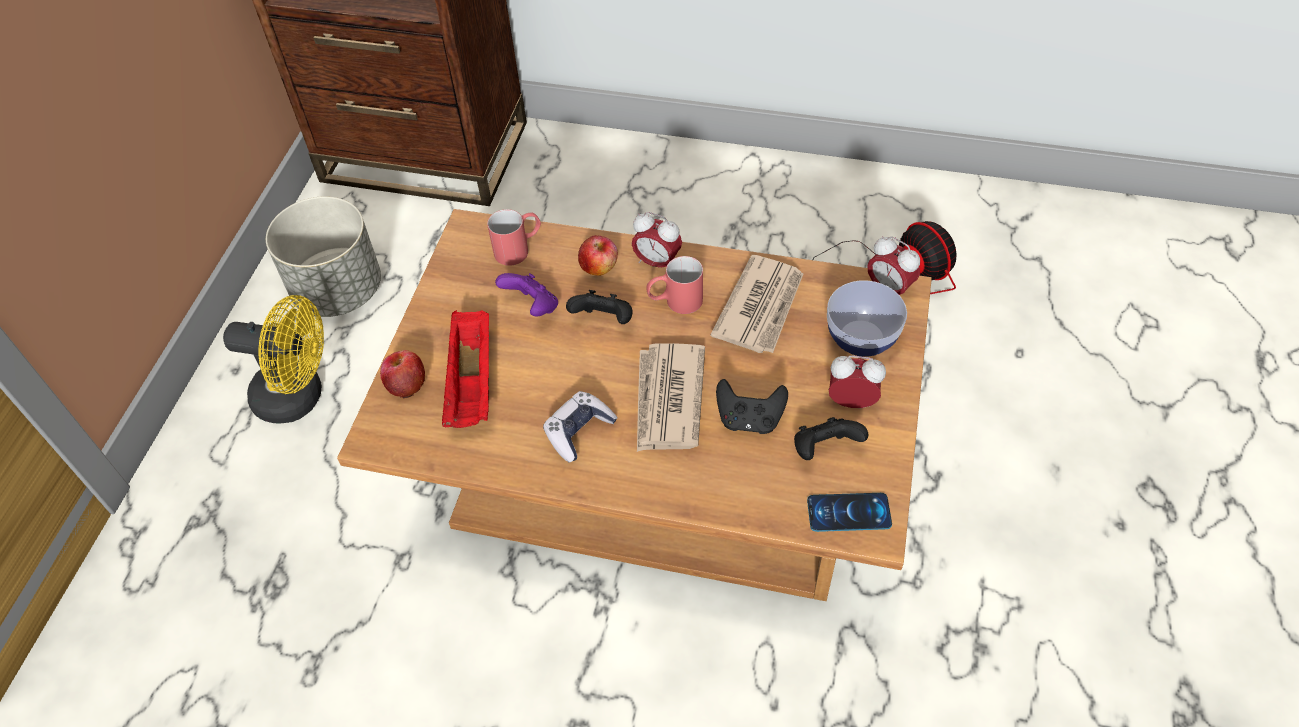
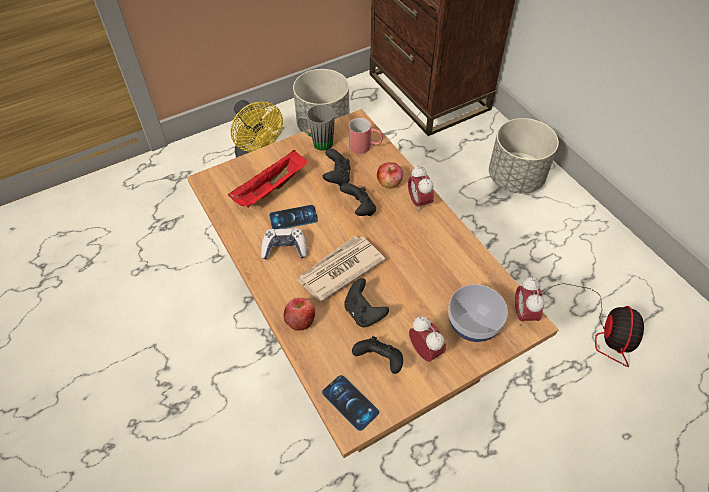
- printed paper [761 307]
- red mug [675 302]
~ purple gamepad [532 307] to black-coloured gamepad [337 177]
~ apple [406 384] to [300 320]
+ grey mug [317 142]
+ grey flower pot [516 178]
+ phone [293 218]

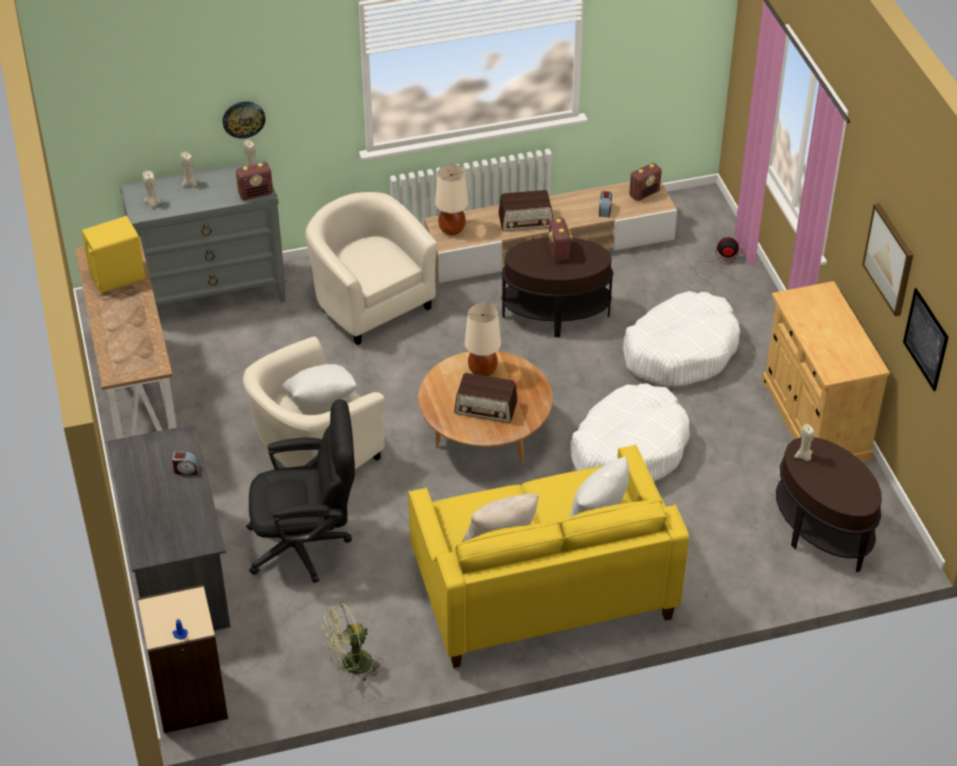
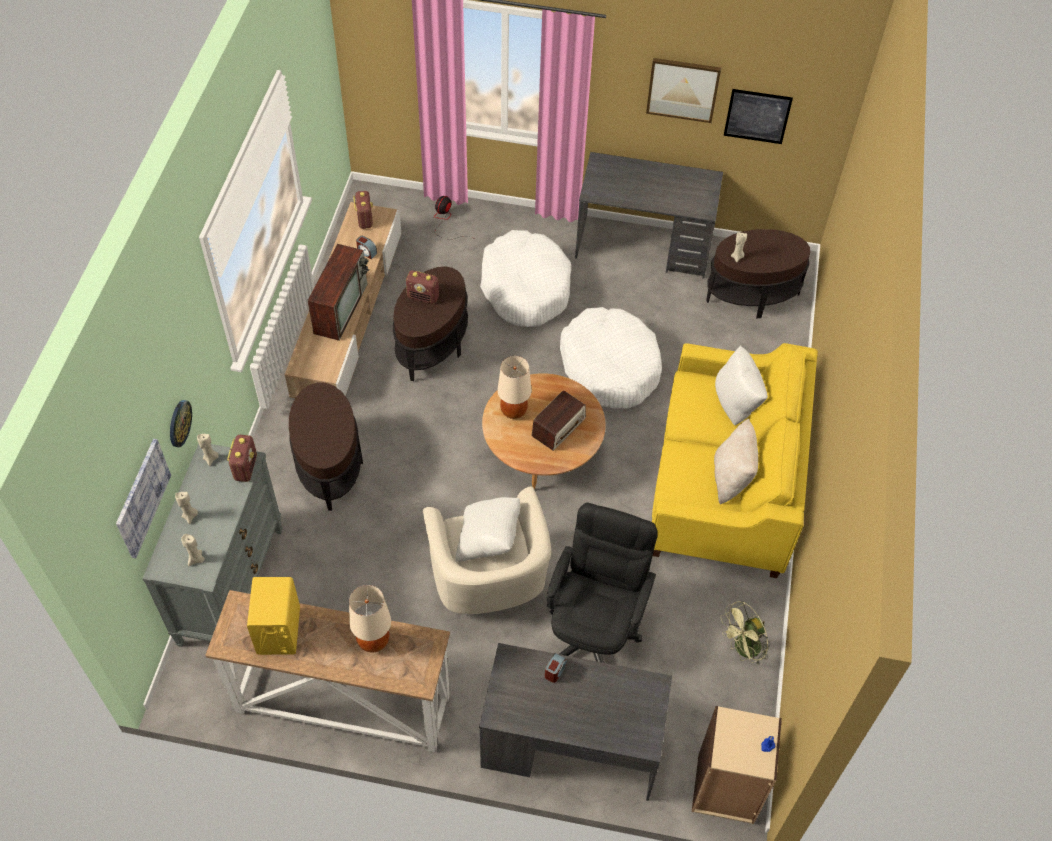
~ beige-coloured table lamp [451 229] to [373 641]
~ radio set [526 220] to TV set [341 307]
~ beige-coloured lounge chair [370 303] to brown end table [329 466]
~ beige-coloured storage cabinet [814 420] to grey desk table [643 247]
~ greenish electric fan [351 666] = [743 649] 60 degrees clockwise
+ picture [142 498]

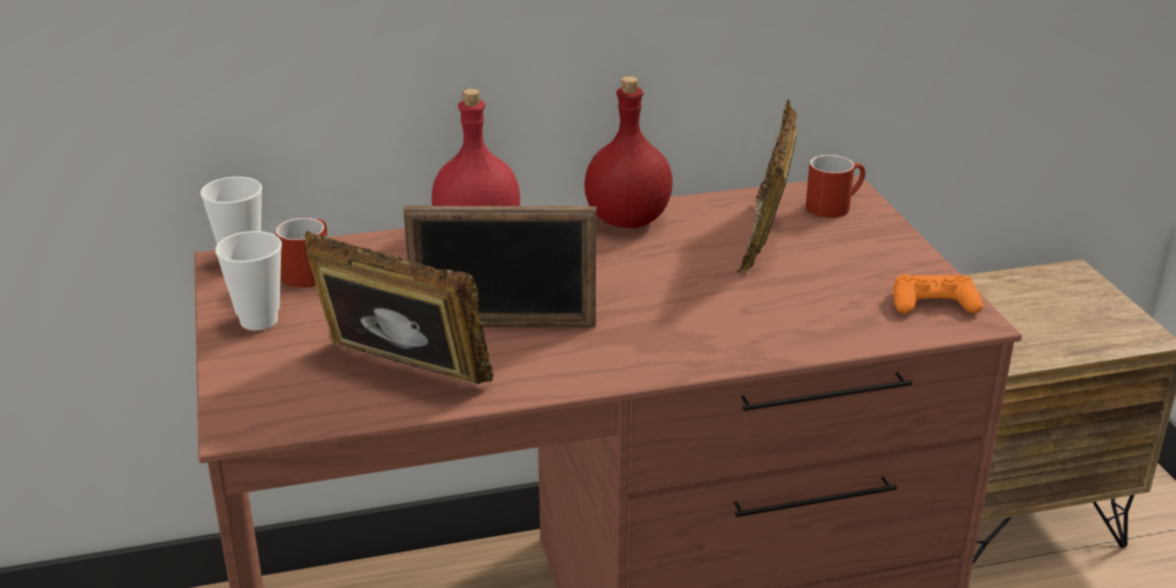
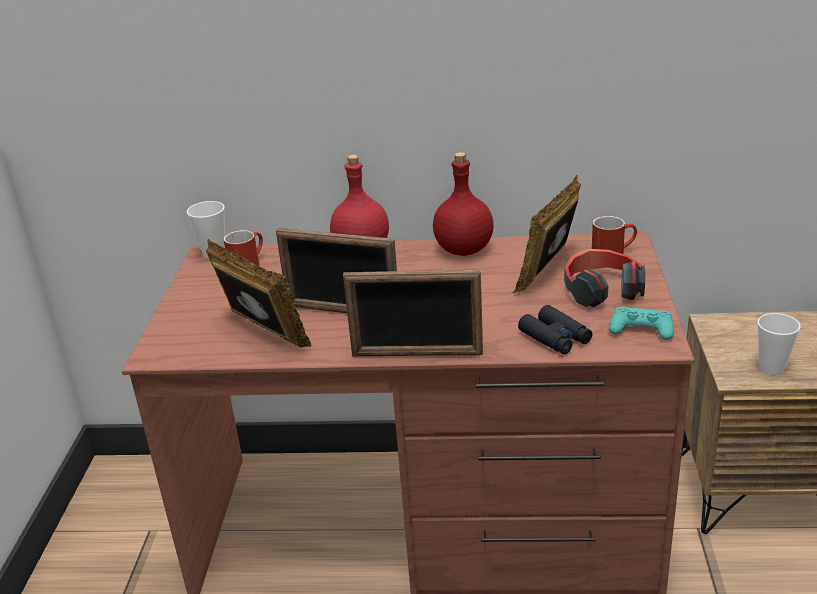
~ drinking cup [259 320] to [771 368]
~ orangey gamepad [933 303] to turquoise-coloured gamepad [641 329]
+ headphones [601 290]
+ photo frame [417 354]
+ black-coloured pair of binoculars [555 337]

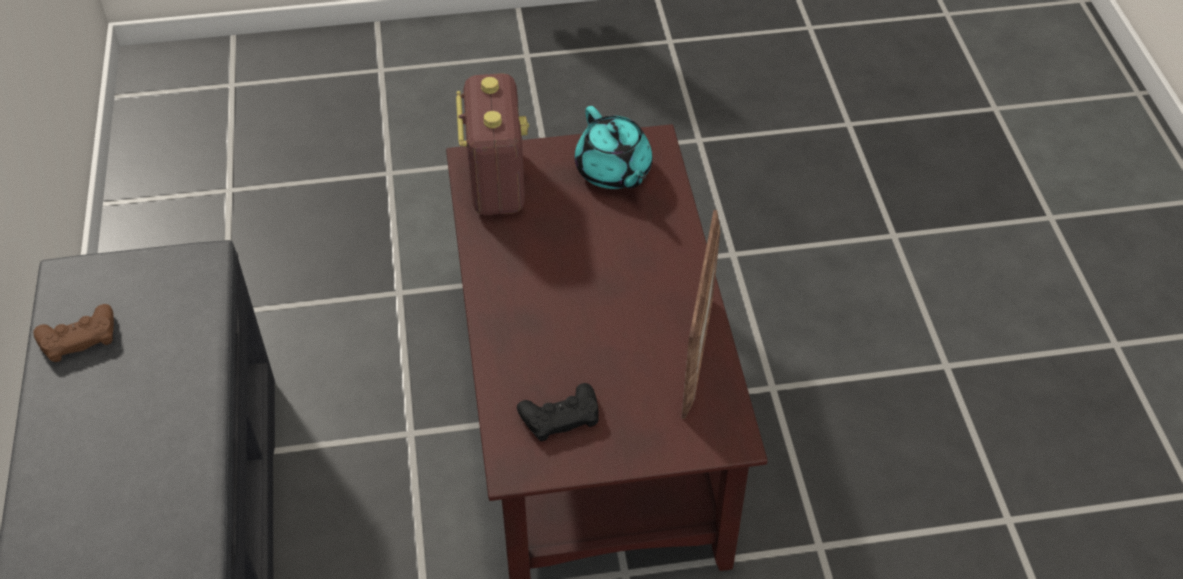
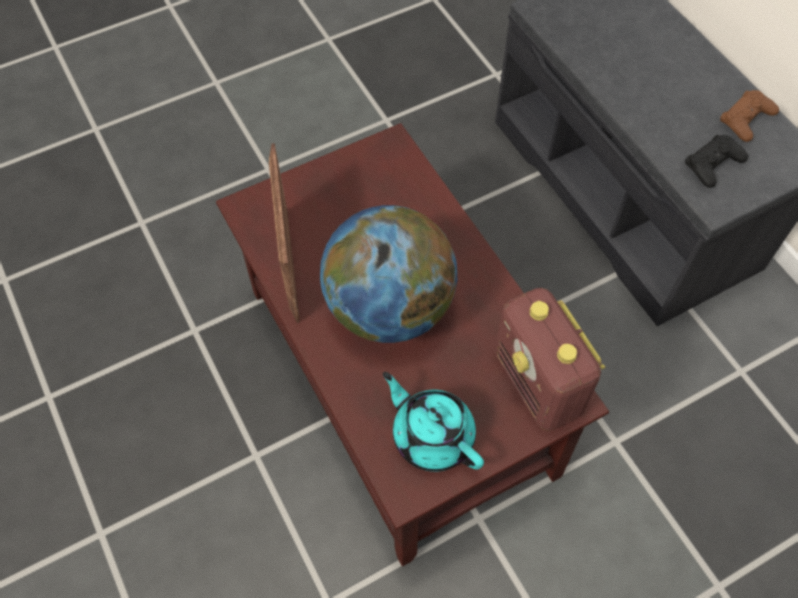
~ black-coloured gamepad [560 416] to [713 164]
+ globe [389 308]

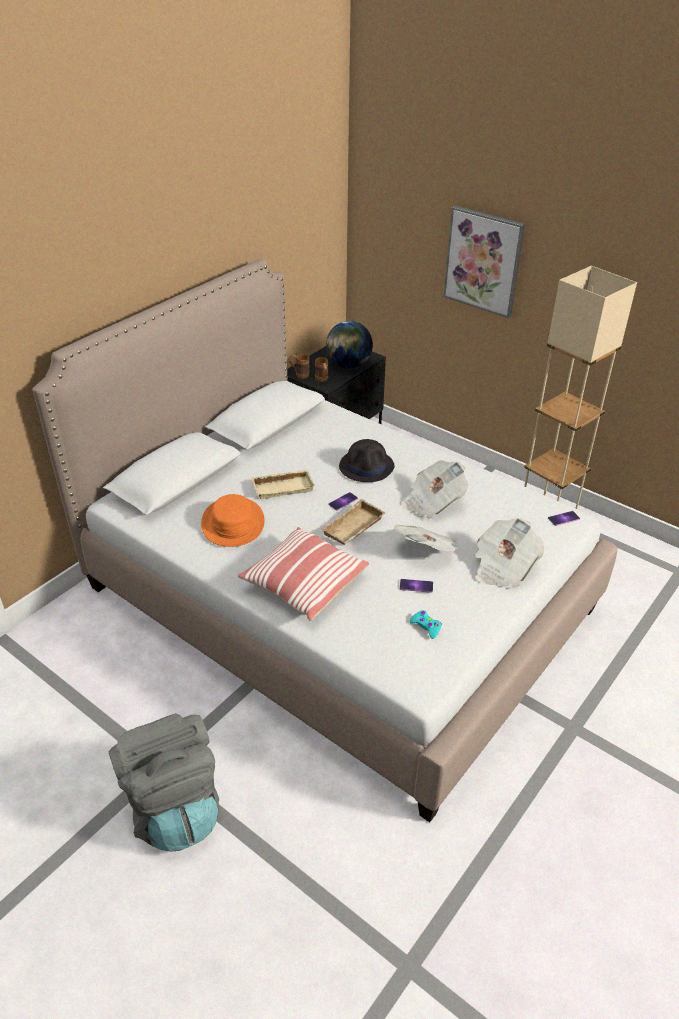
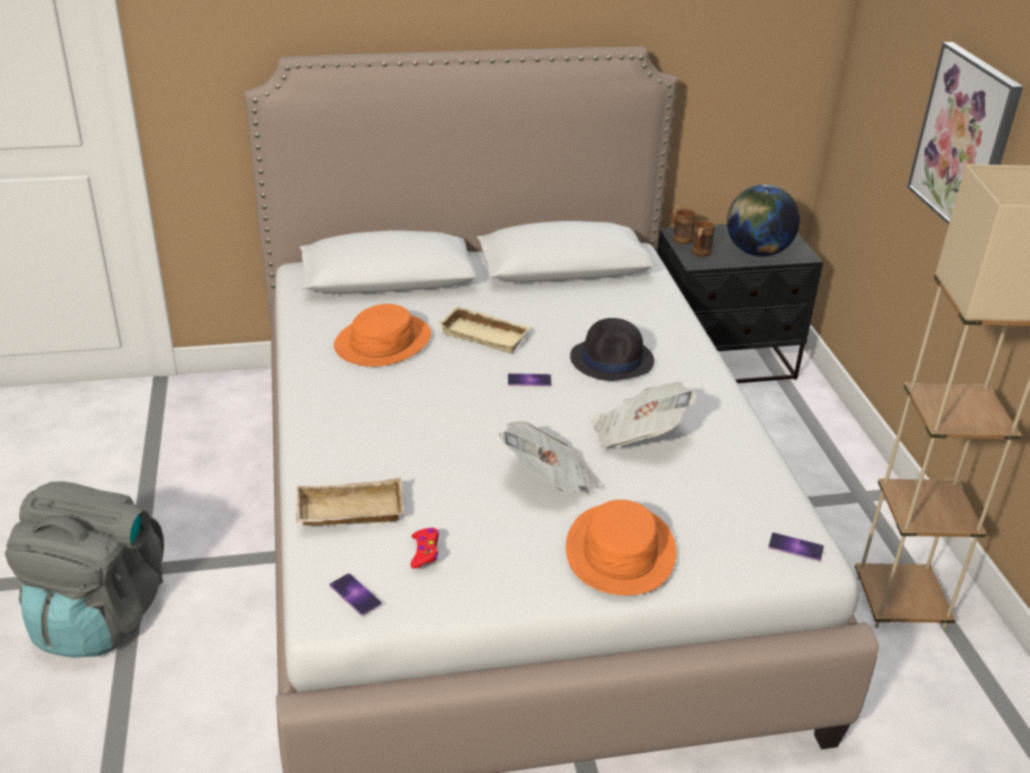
~ beige-coloured serving tray [354 528] to [349 512]
~ printed paper [503 567] to orangey hat [620 551]
- throw pillow [304 584]
~ phone [416 586] to [355 594]
~ turquoise-coloured gamepad [426 626] to red gamepad [425 552]

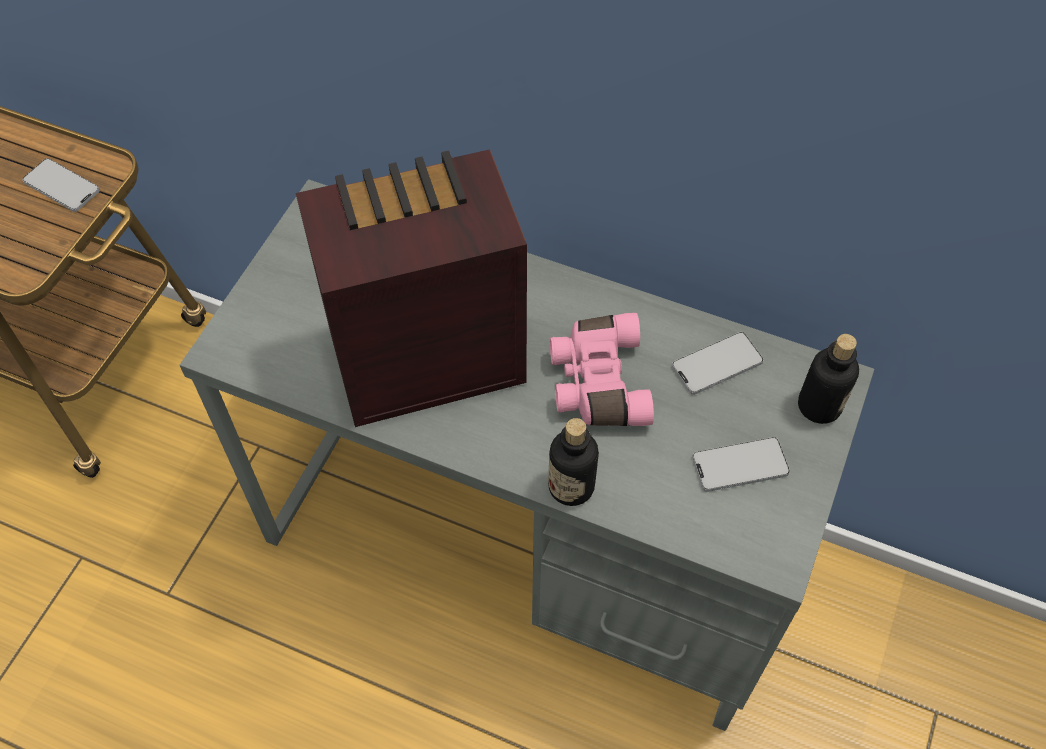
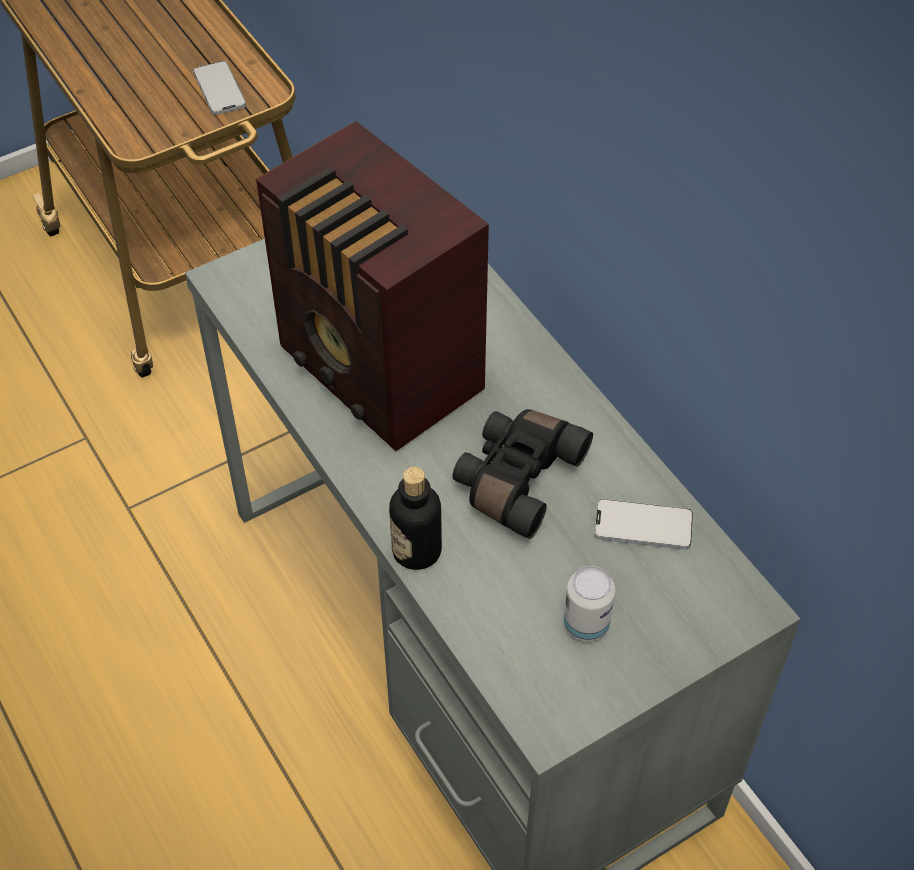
~ radio set [422 358] = [381 374] 150 degrees counterclockwise
~ pink-coloured pair of binoculars [596 382] to black-coloured pair of binoculars [516 478]
- bottle [819 406]
~ phone [740 465] to can [586 624]

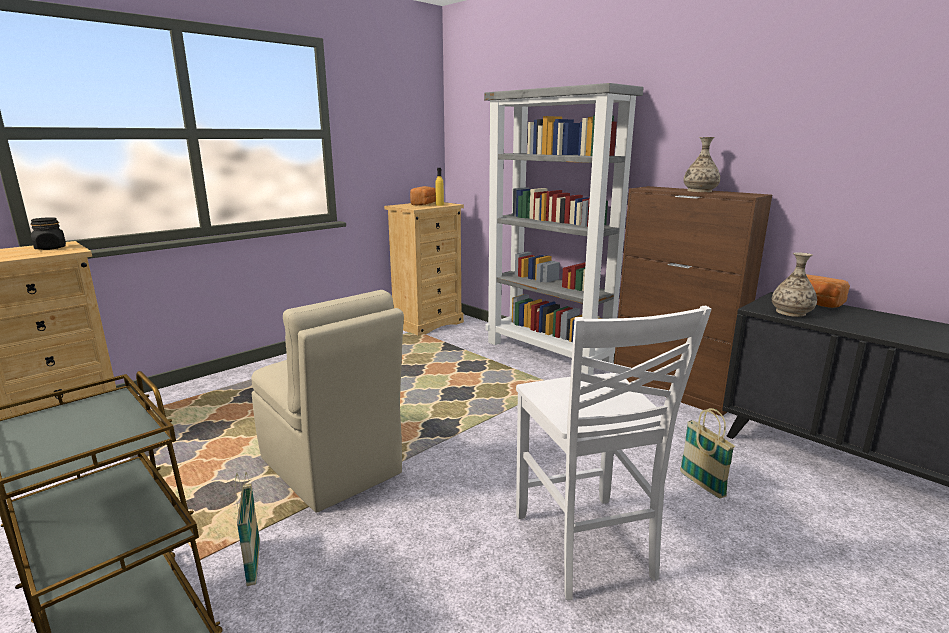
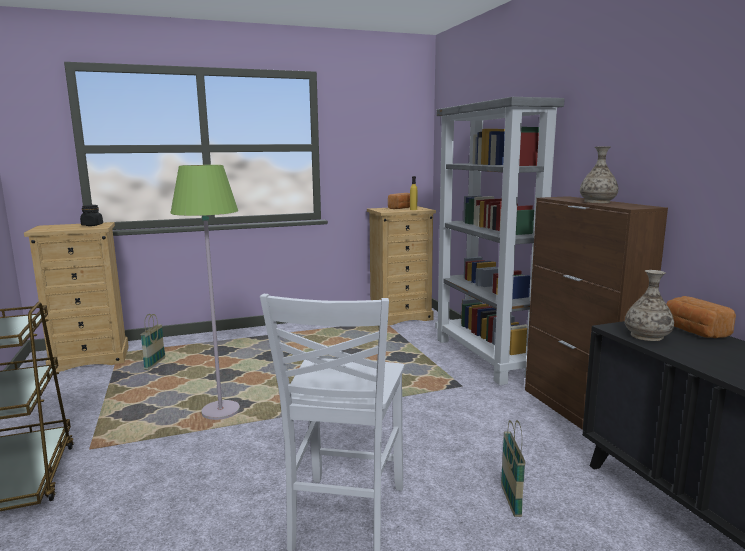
~ beige-coloured upright chair [331 467] to greenish standing lamp [220 411]
~ storage basket [253 563] to [155 364]

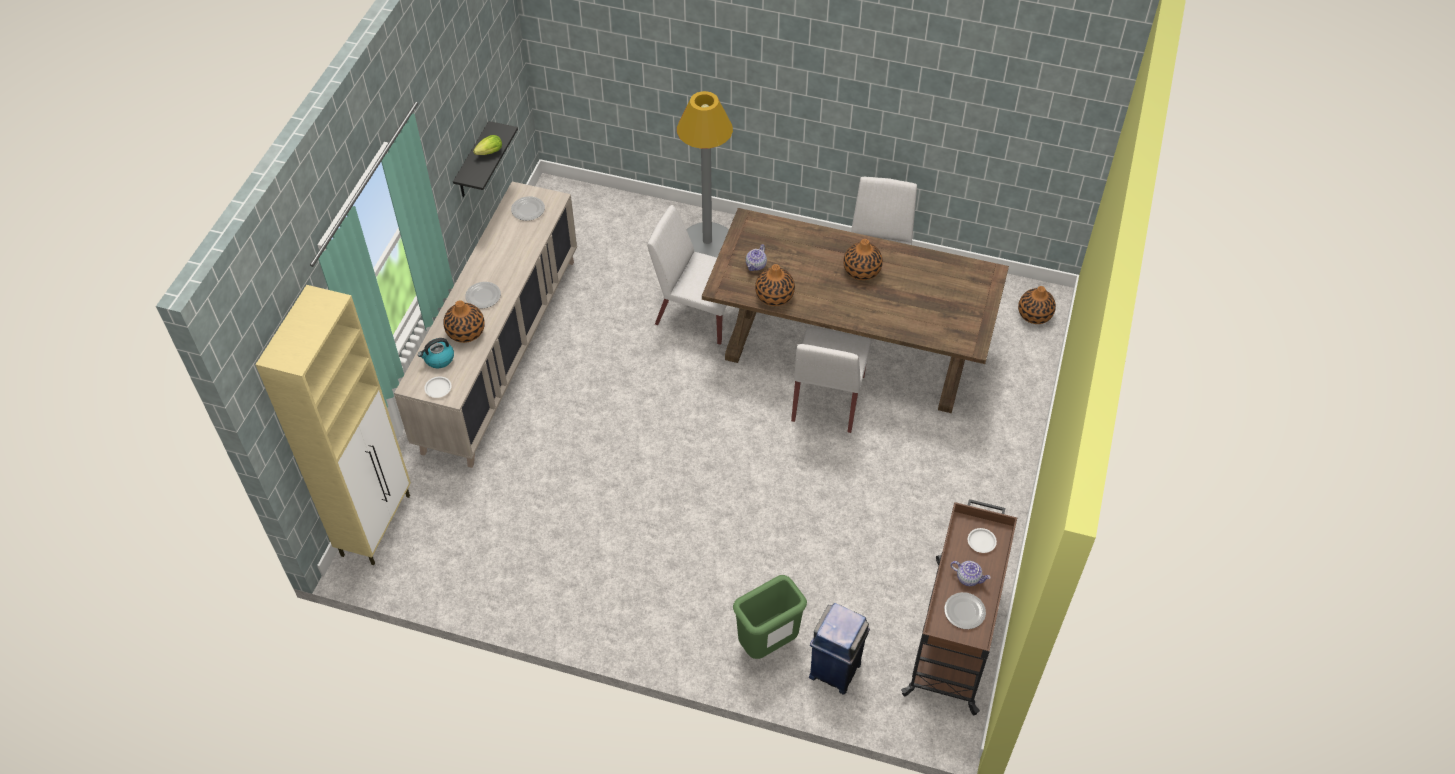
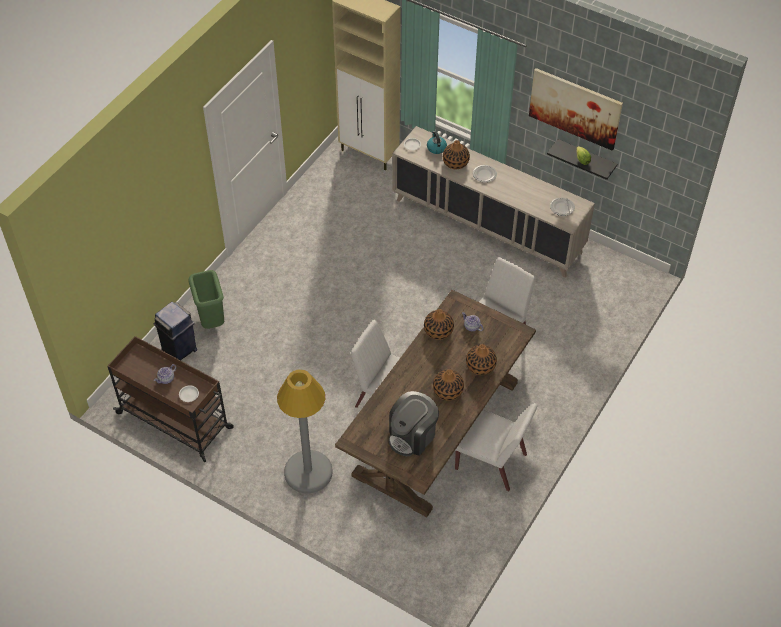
~ grey standing lamp [707 245] to [308 472]
~ decorative vase [1034 314] to [480 366]
- plate [965 612]
+ picture [575 108]
+ coffee machine [412 436]

